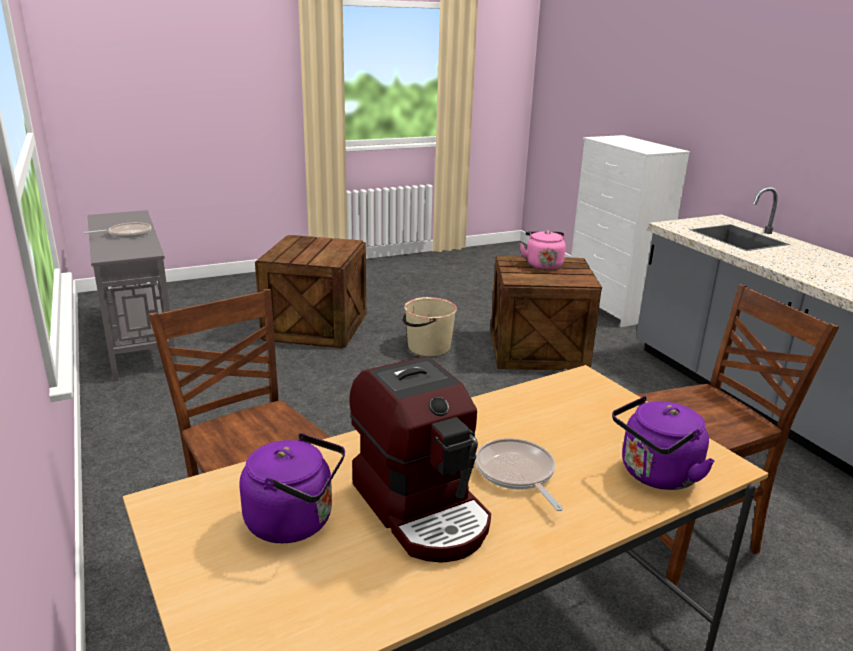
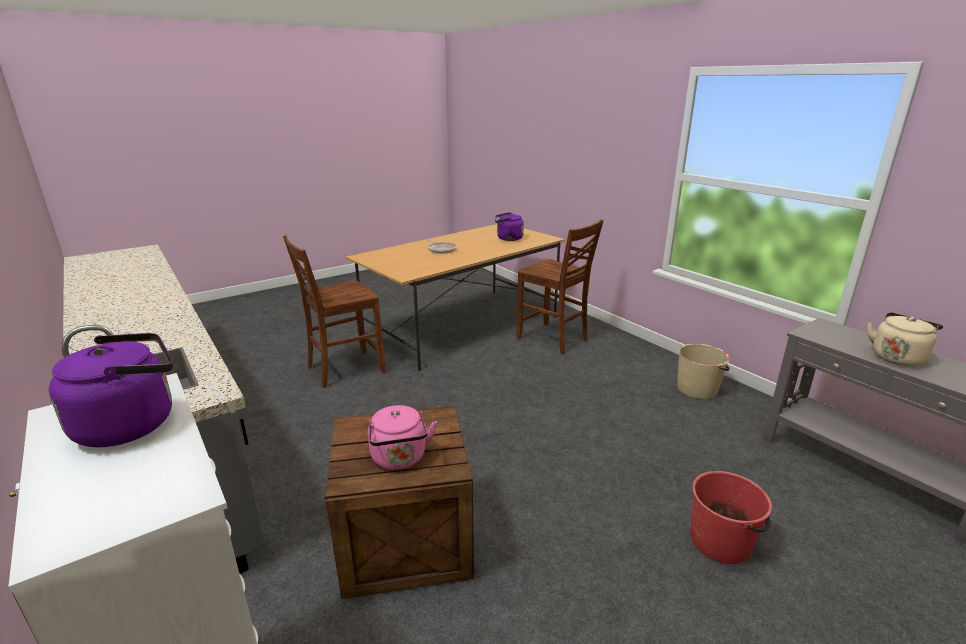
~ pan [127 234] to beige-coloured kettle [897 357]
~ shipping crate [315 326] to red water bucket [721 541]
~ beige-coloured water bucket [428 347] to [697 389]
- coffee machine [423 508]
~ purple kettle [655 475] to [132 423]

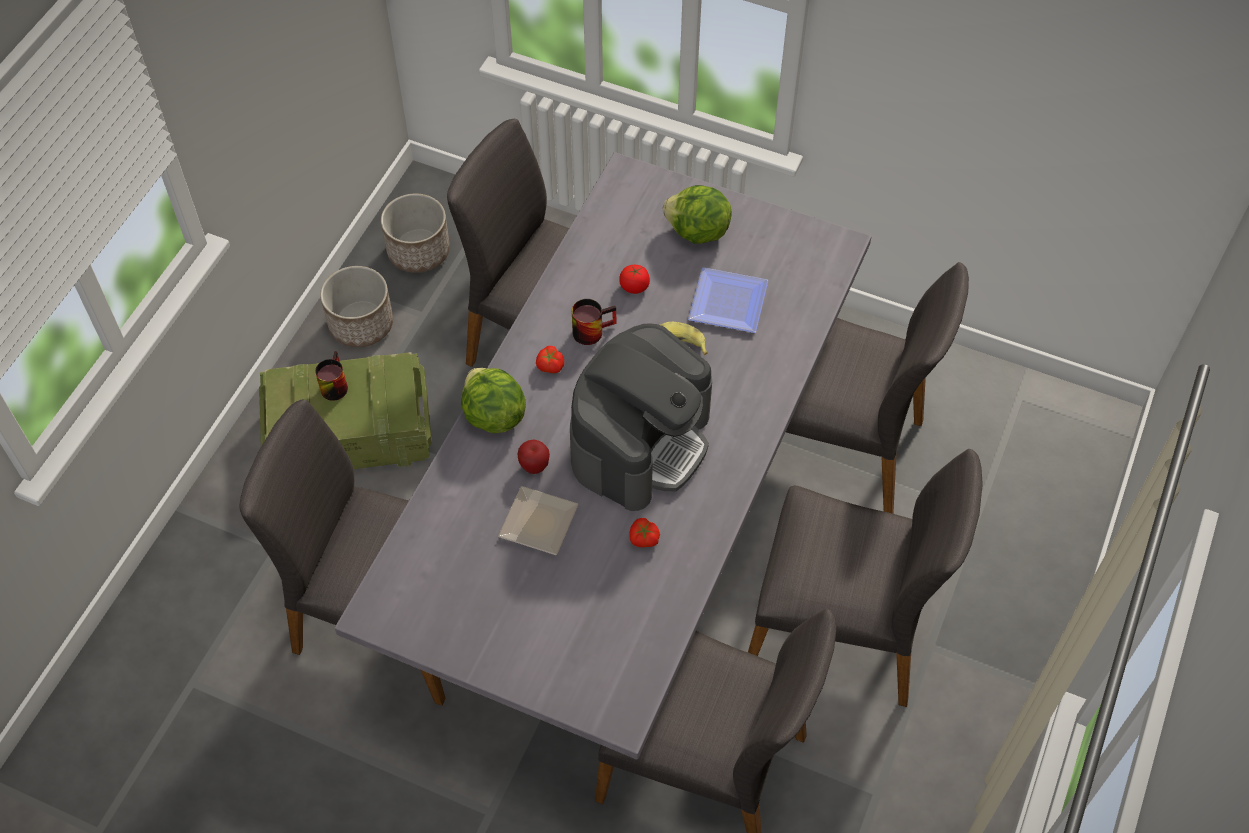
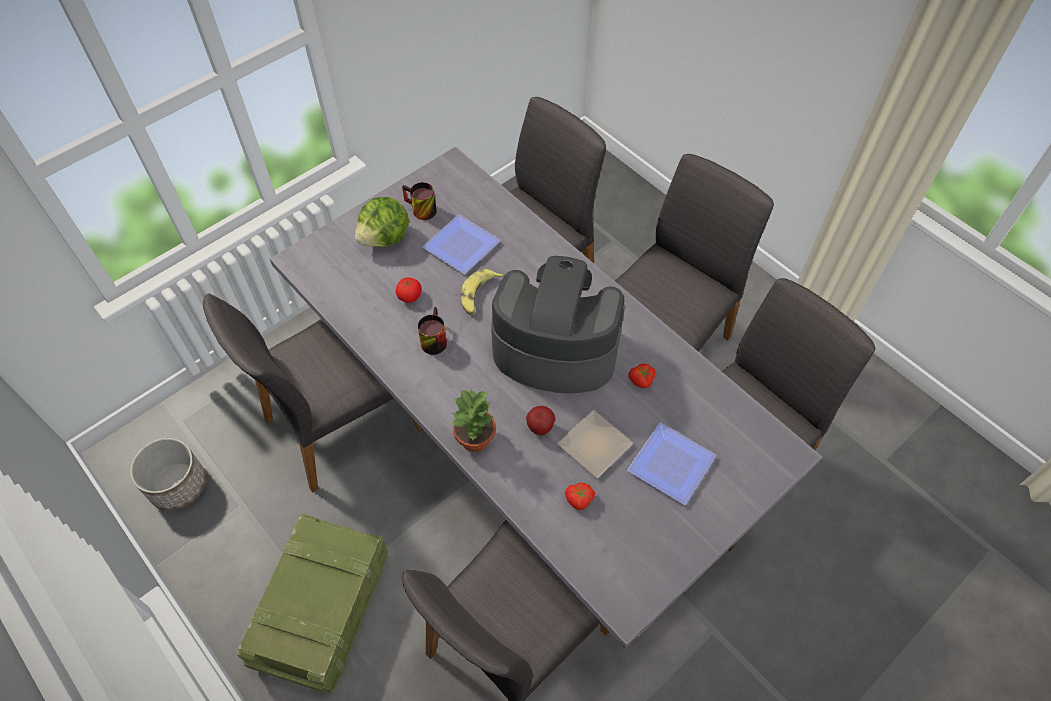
- flower pot [362 324]
~ coffee machine [640 442] = [555 348] 45 degrees counterclockwise
~ tomato [549 366] to [579 500]
~ mug [332 384] to [419 211]
~ lettuce head [493 416] to potted plant [475 439]
+ plate [674 464]

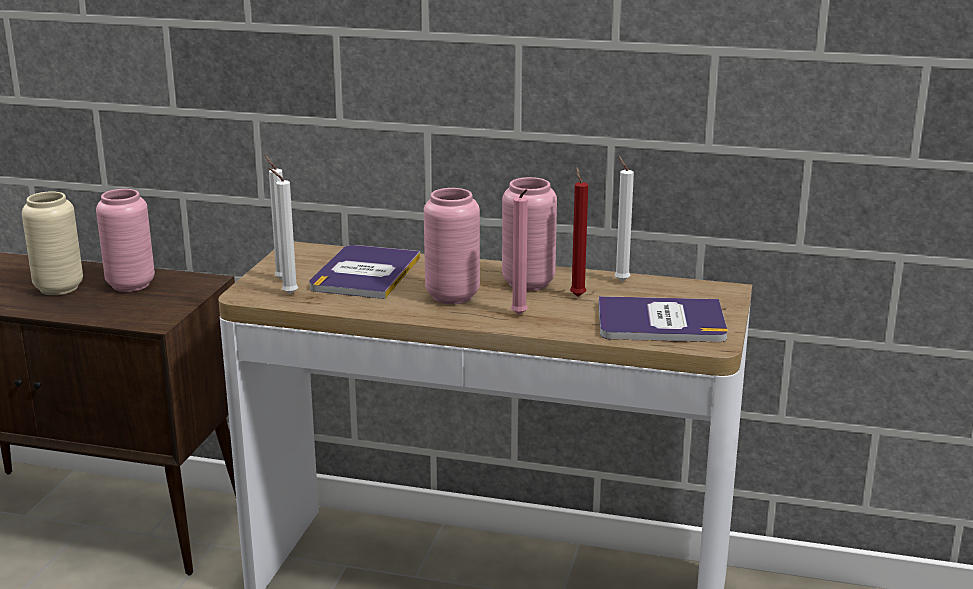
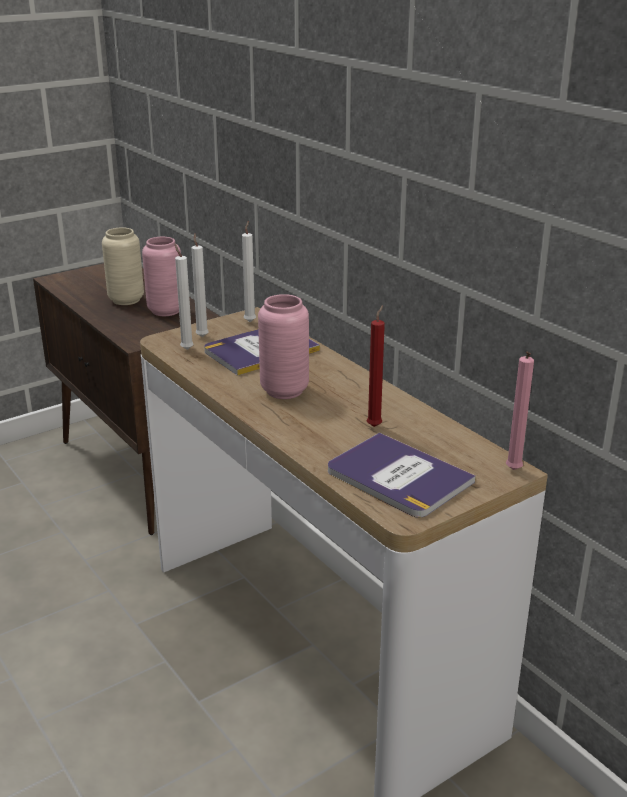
~ whitish wax candle [620 280] to [250 321]
- pink-coloured decorative vase [528 283]
~ pink-coloured wax candle [520 316] to [513 471]

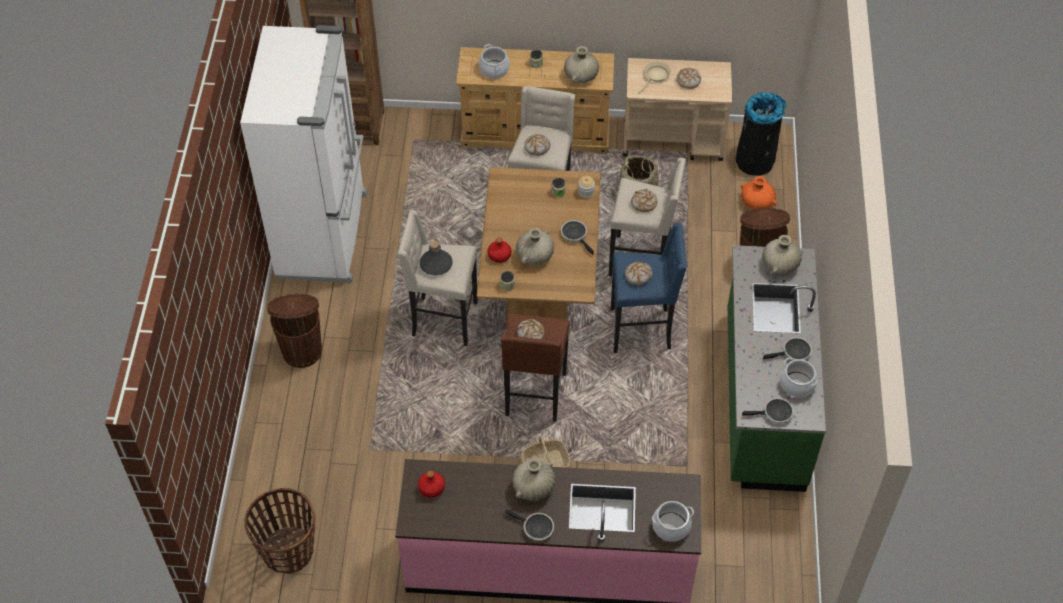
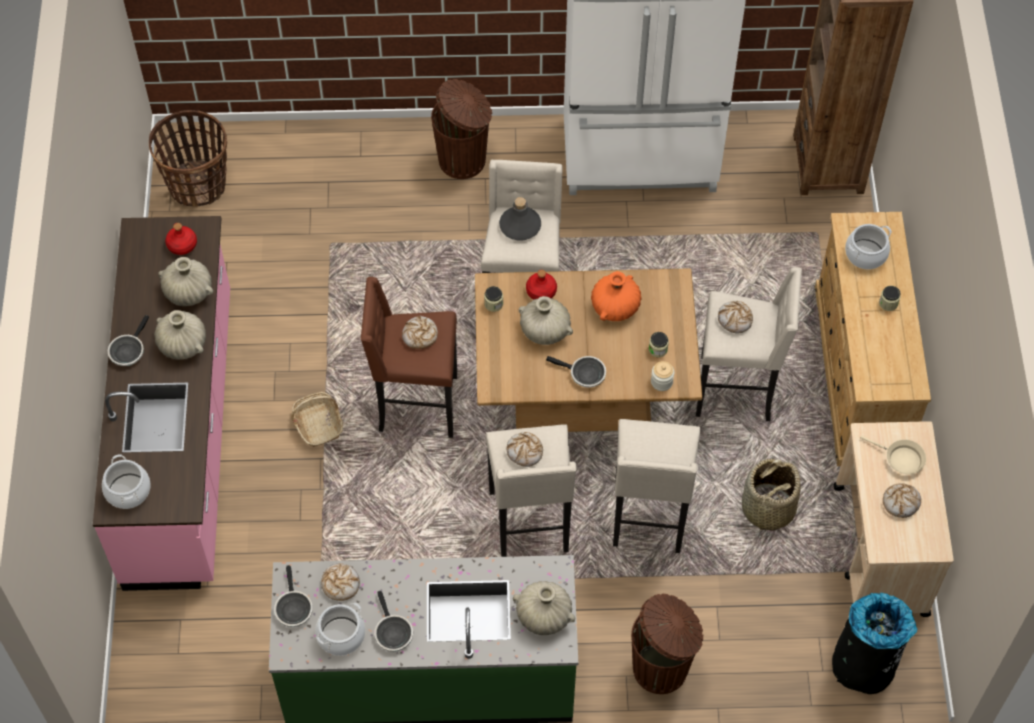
~ beige-coloured decorative vase [581 76] to [188 292]
~ orangey decorative vase [756 203] to [615 307]
~ baked bread [644 203] to [340 584]
~ pan [575 235] = [584 374] 60 degrees clockwise
~ blue stool [642 329] to beige-coloured stool [531 523]

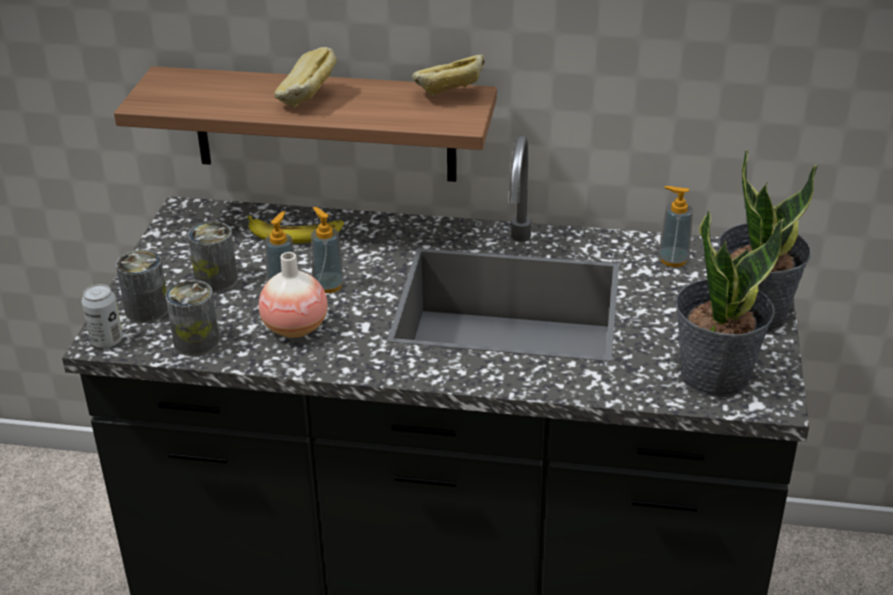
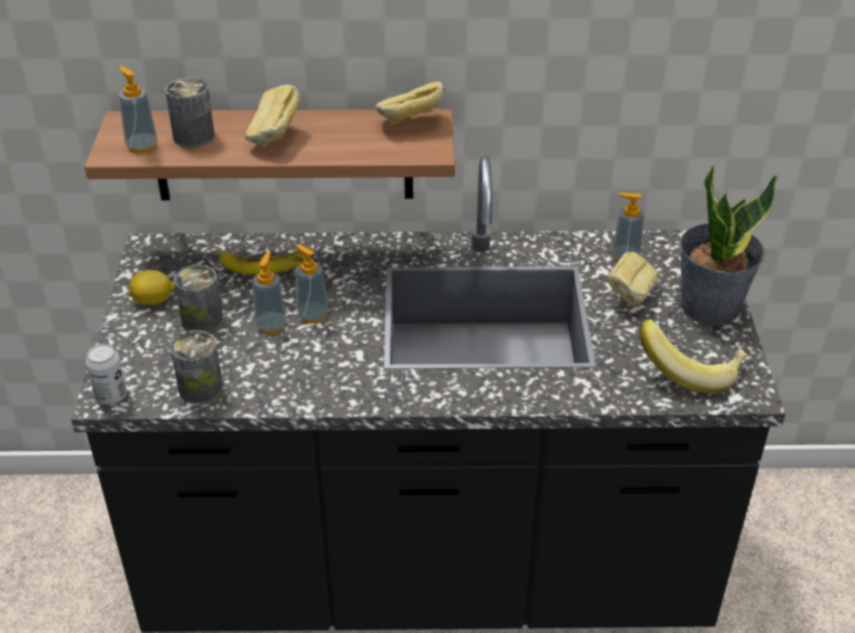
~ potted plant [714 375] to whole banana [690 371]
~ can [147 310] to [194 136]
- decorative vase [295 328]
+ soap bottle [142 146]
+ baked bread [630 297]
+ citrus fruit [154 301]

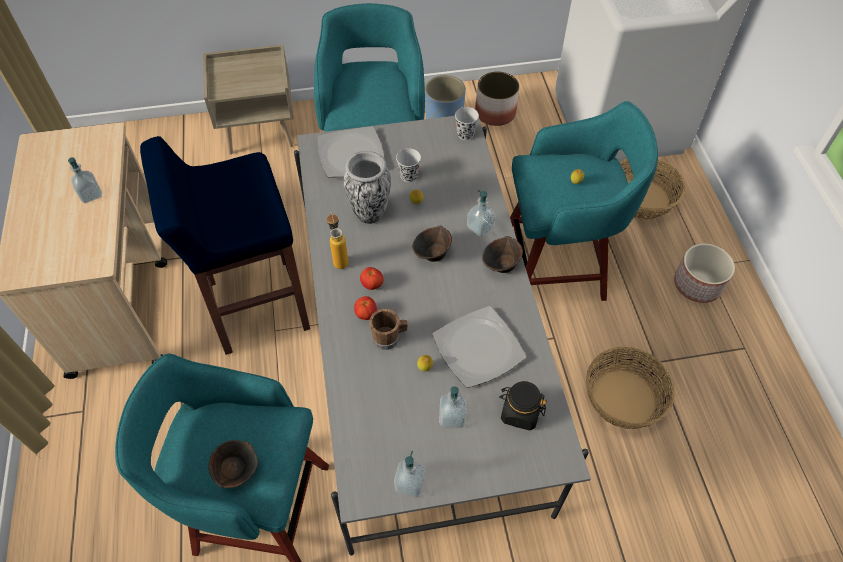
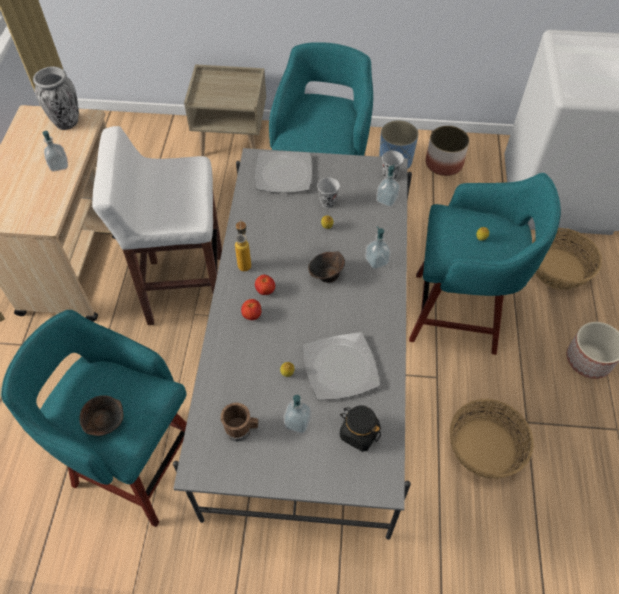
~ blue stool [256 306] to whitish stool [184 289]
~ decorative vase [369 213] to [67 122]
- brown serving bowl [501 265]
~ brown mug [389 337] to [241 429]
~ soap bottle [410 483] to [386 199]

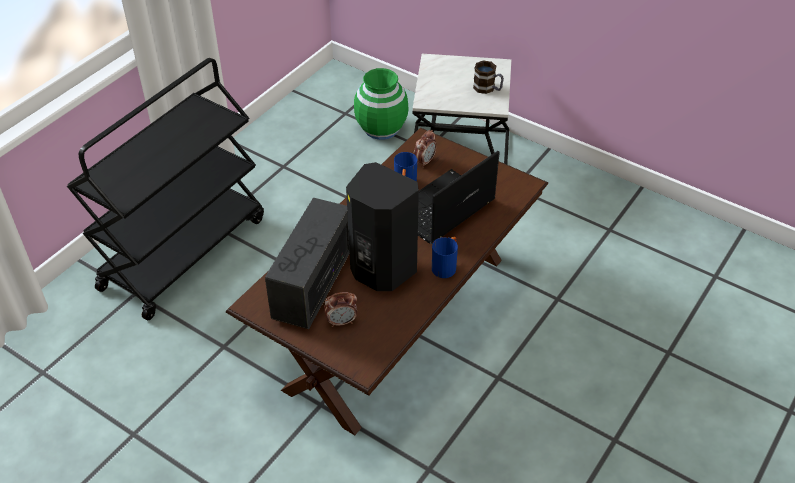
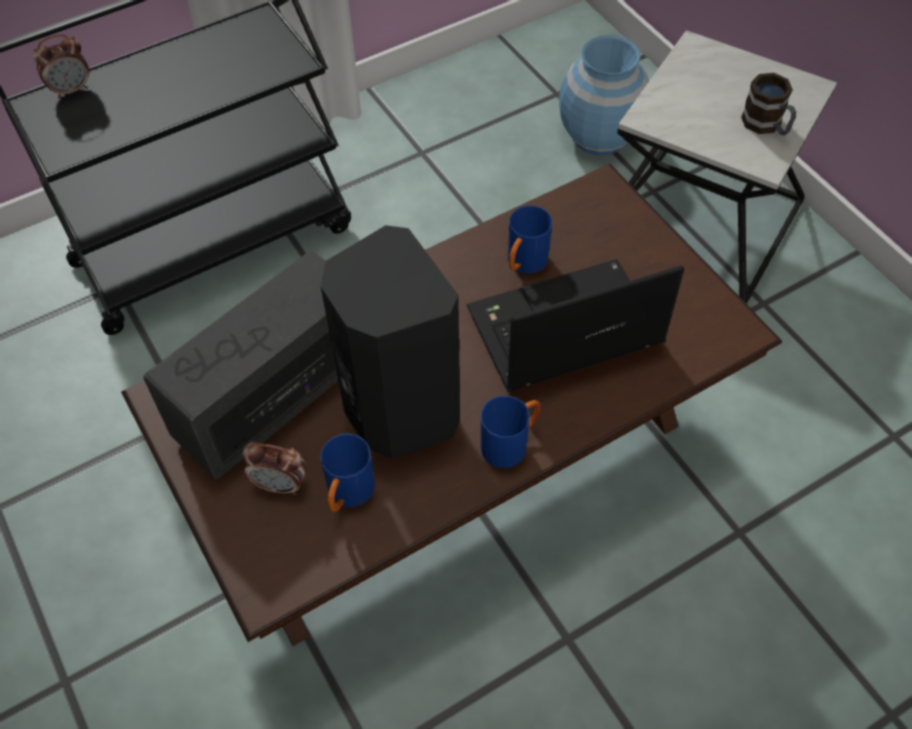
~ greenish decorative vase [381 128] to blue decorative vase [599 135]
~ alarm clock [424 162] to [72 89]
+ blue mug [348 495]

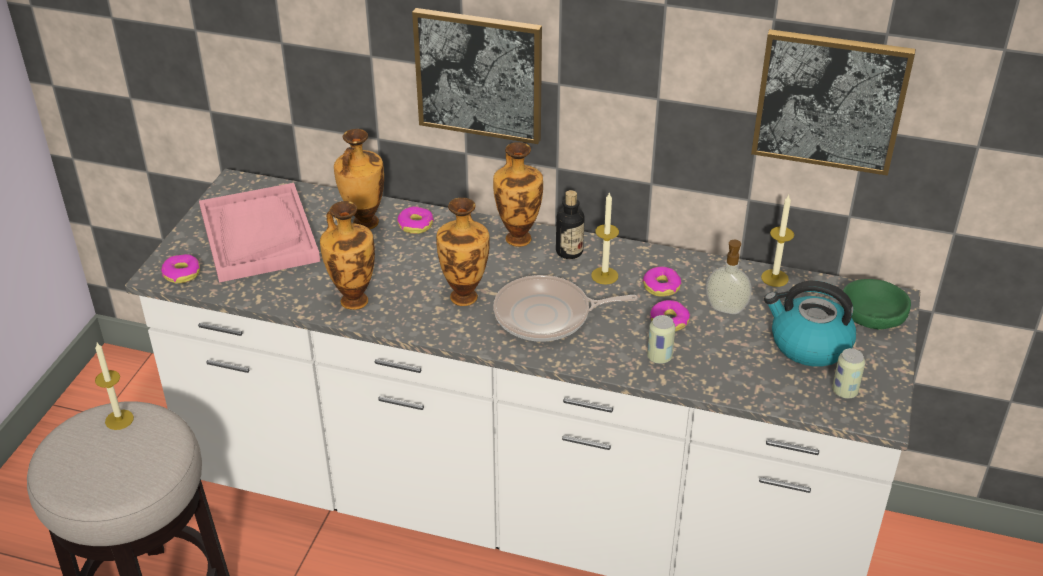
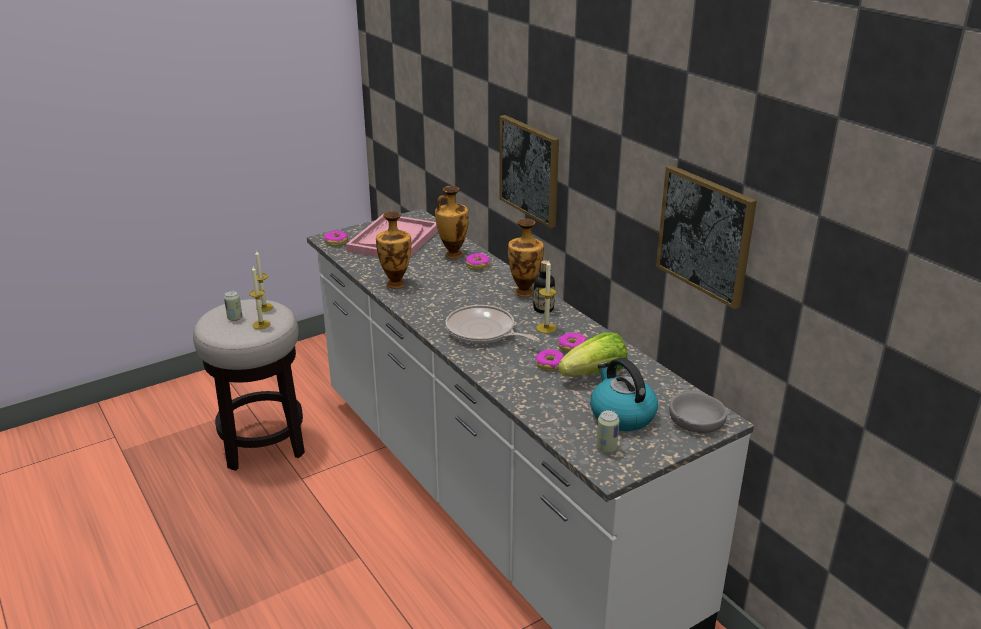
~ wax candle [774 278] to [261 324]
- decorative vase [465 295]
~ soap bottle [725 309] to lettuce head [595 374]
~ greenish serving bowl [873 312] to grey serving bowl [696 420]
~ can [659 357] to [235 318]

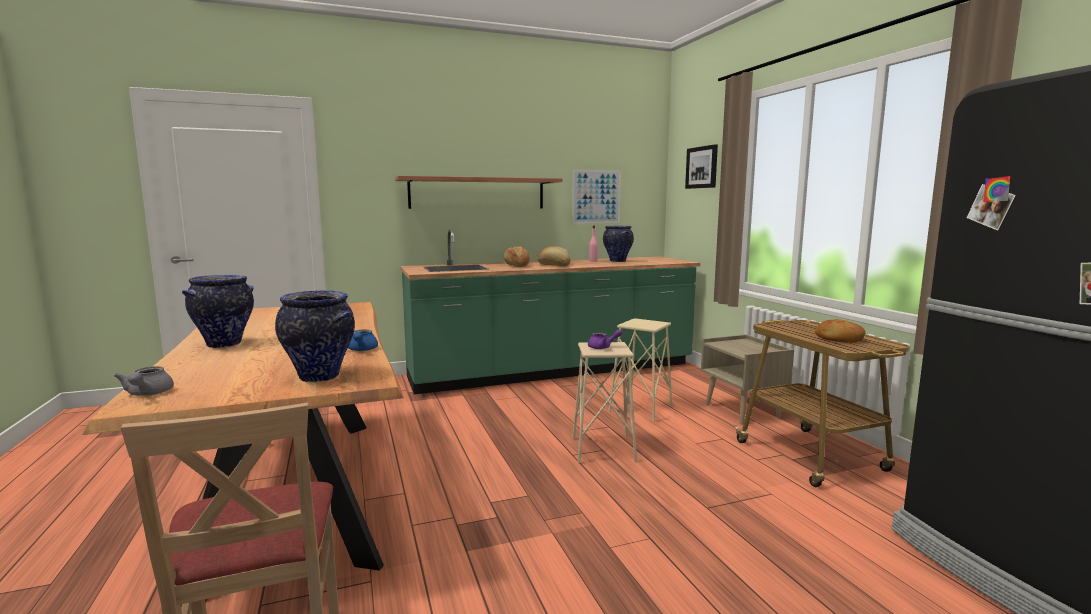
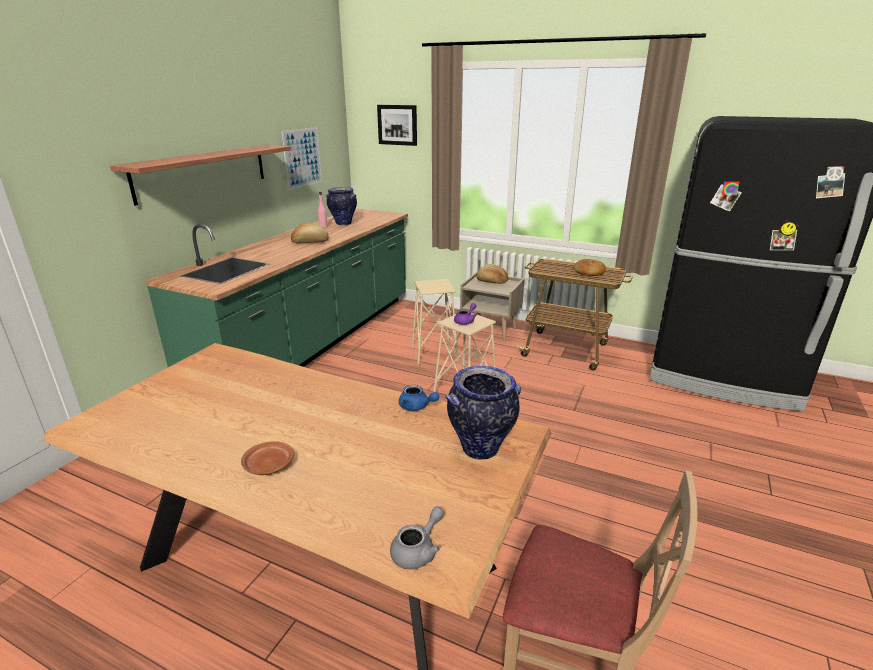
~ baked bread [517 265] to [491 281]
~ decorative vase [225 344] to brown plate [268 465]
~ grey pot for tea [147 394] = [418 551] 75 degrees counterclockwise

